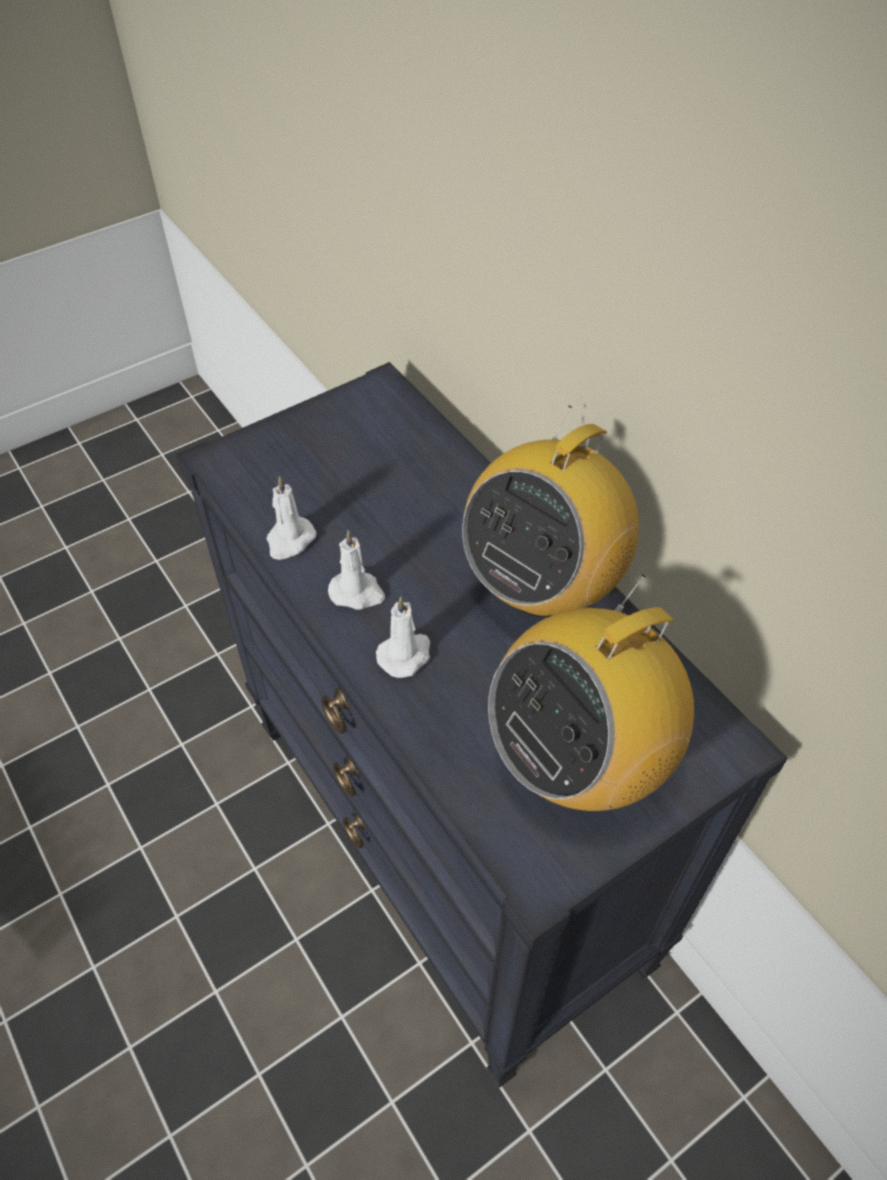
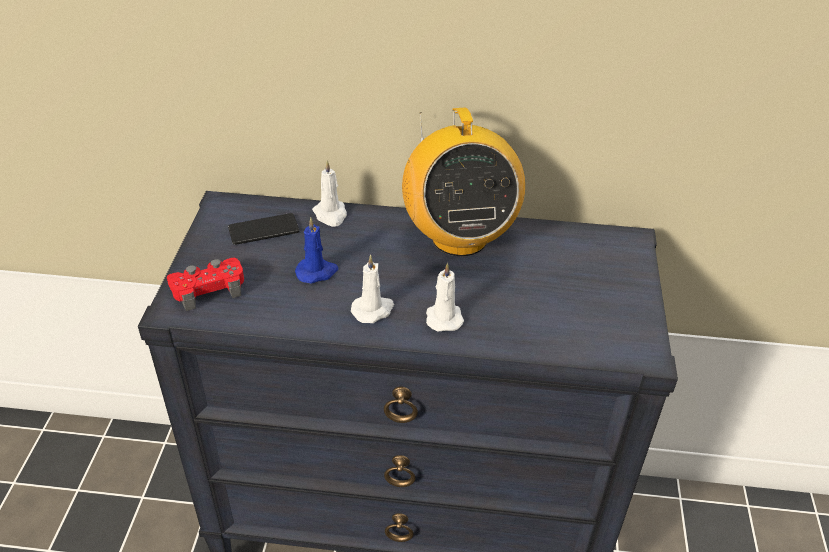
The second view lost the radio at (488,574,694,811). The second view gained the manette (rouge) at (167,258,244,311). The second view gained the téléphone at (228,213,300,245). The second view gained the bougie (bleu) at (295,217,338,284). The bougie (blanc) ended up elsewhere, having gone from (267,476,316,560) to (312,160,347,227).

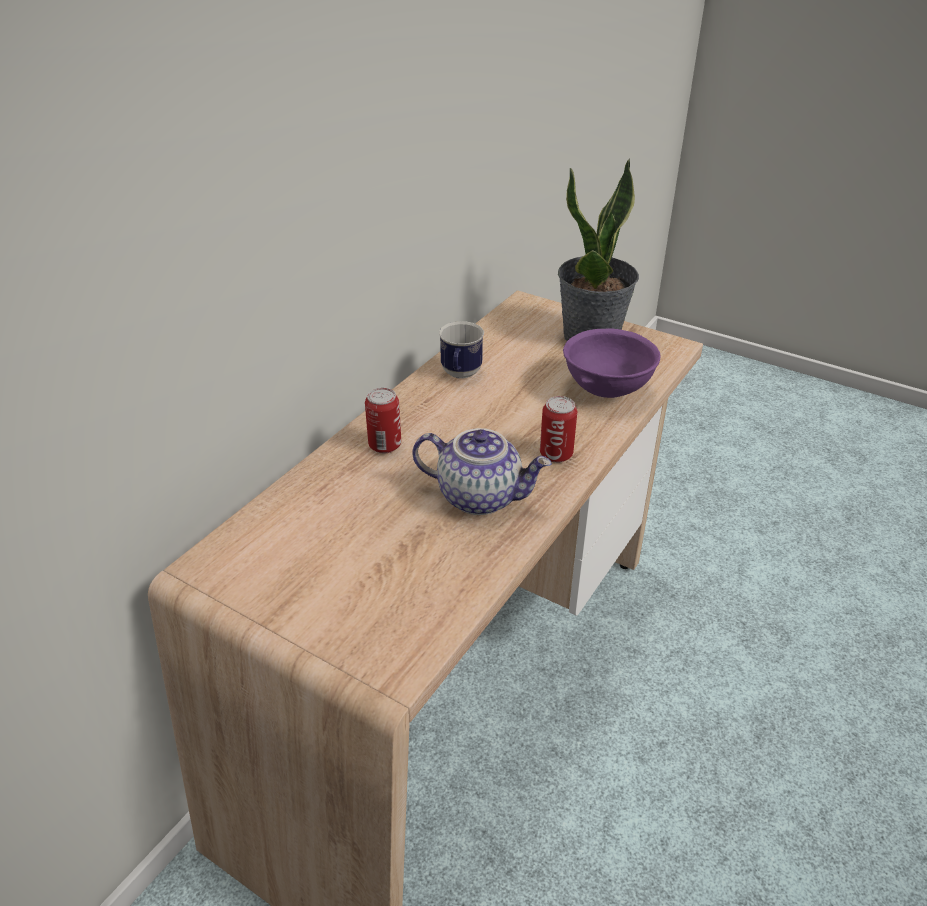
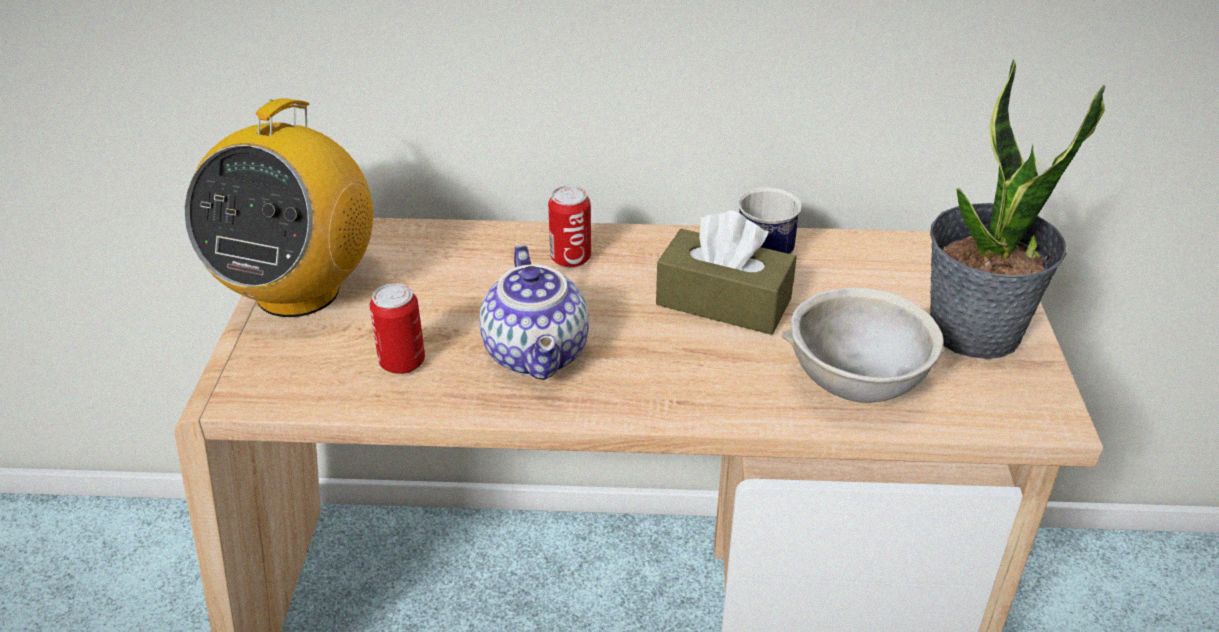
The second view gained the radio at (184,98,373,317). The second view gained the boîte à mouchoirs (marron) at (656,211,796,335). The boîte métallique ended up elsewhere, having gone from (540,396,577,463) to (369,283,425,374). What was the bol (violet) at (563,328,660,398) turned into the bol (gris) at (782,287,945,403).

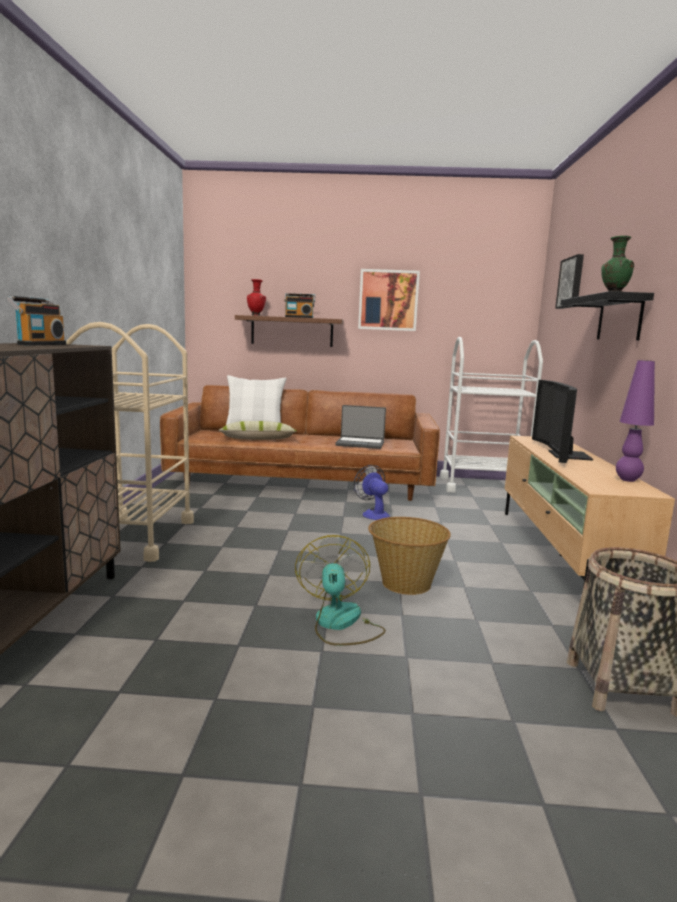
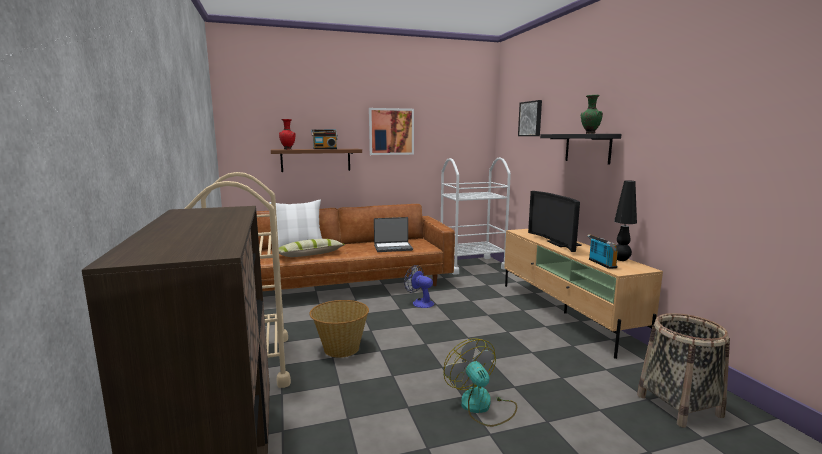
The radio ended up elsewhere, having gone from (7,296,66,345) to (587,234,618,269). The panier ended up elsewhere, having gone from (368,517,451,595) to (310,300,369,358). What was the lampe de table (violet) at (616,360,655,482) turned into the lampe de table (noir) at (614,180,637,261).

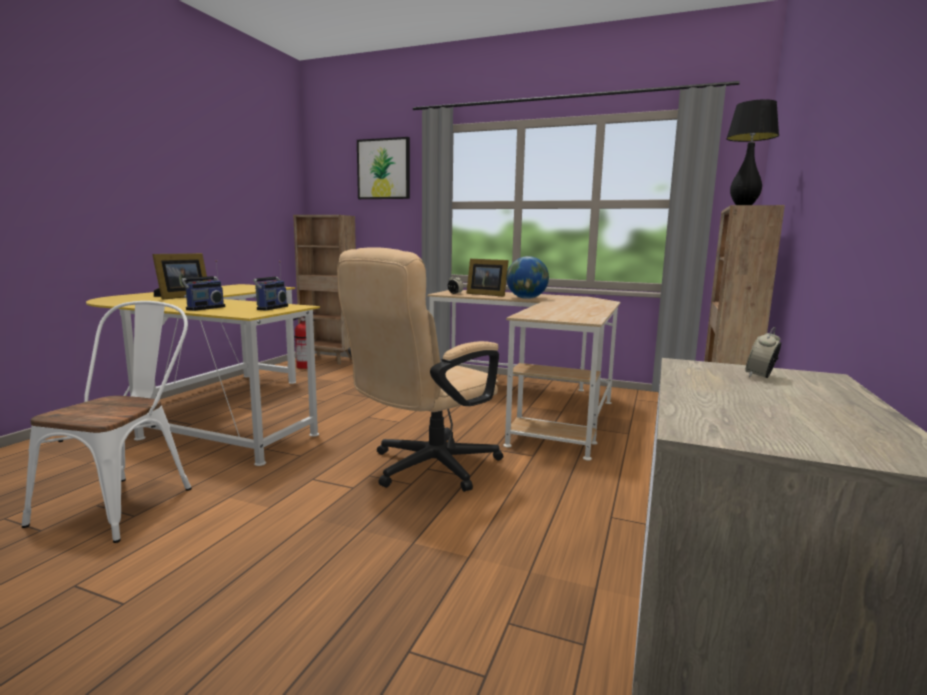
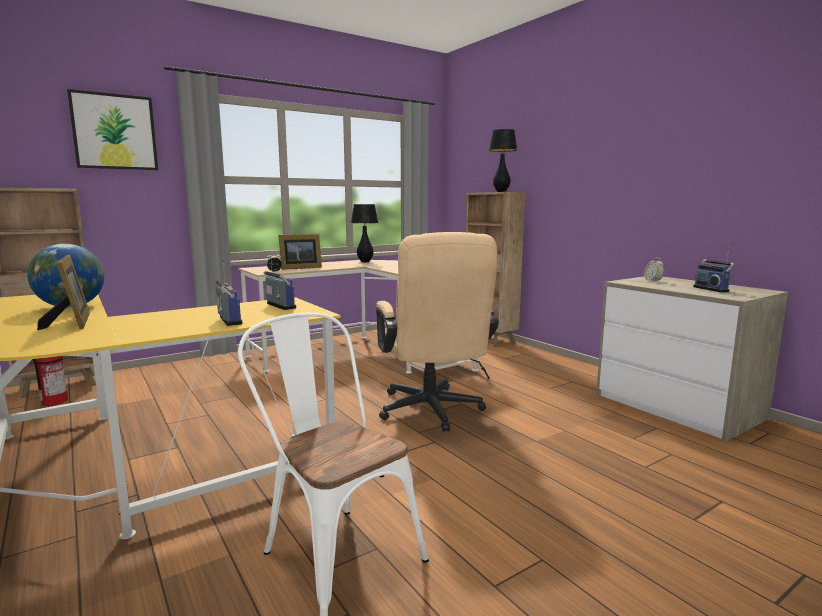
The second view gained the lampe de table (noir) at (351,204,378,262). The second view gained the radio at (693,247,734,292). The globe ended up elsewhere, having gone from (506,256,549,299) to (27,244,104,308).

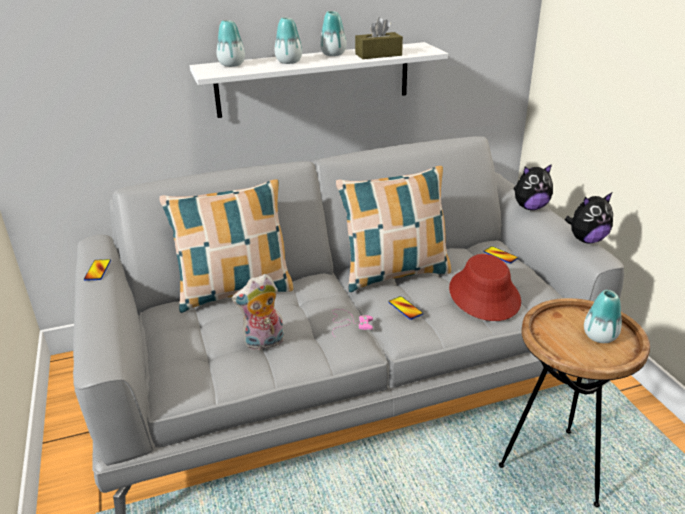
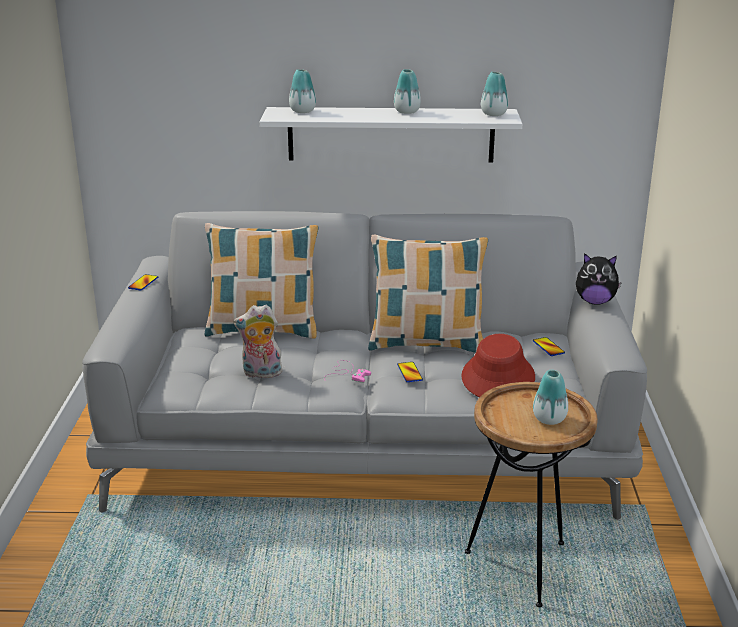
The second view lost the boîte à mouchoirs (marron) at (355,17,403,59). The second view lost the peluche at (565,193,613,244). The vase ended up elsewhere, having gone from (275,18,302,64) to (481,72,508,116).

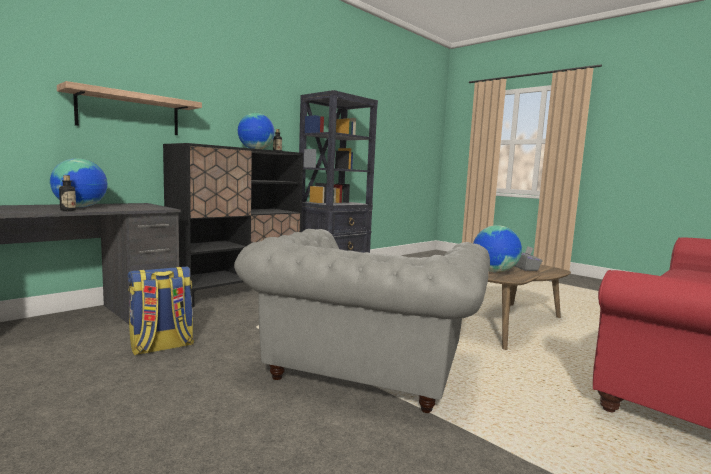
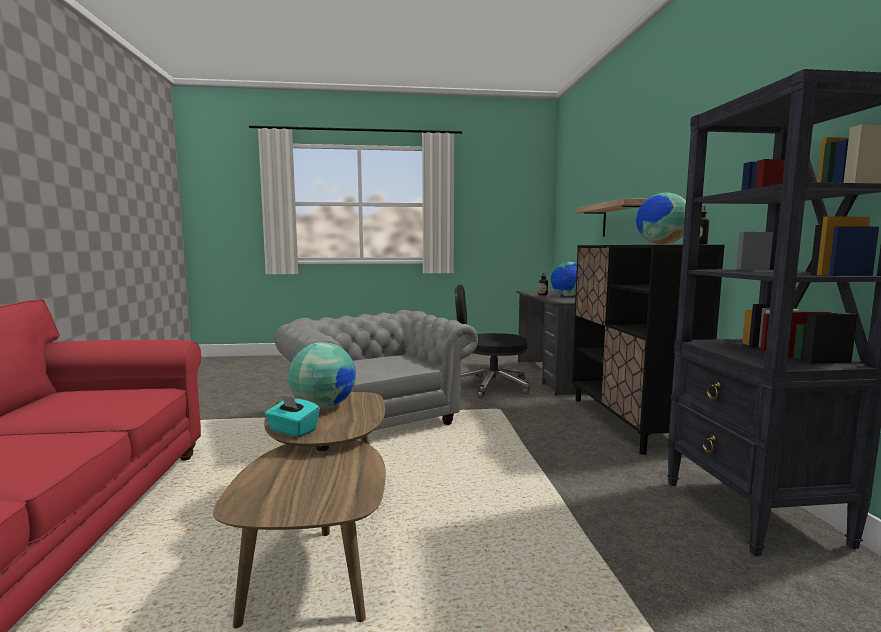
Where the sac à dos stood at (128,266,194,356), the chaise de bureau (noir) came to stand at (455,285,530,398). What was the boîte à mouchoirs (gris) at (515,247,542,271) turned into the boîte à mouchoirs (turquoise) at (265,395,320,437).

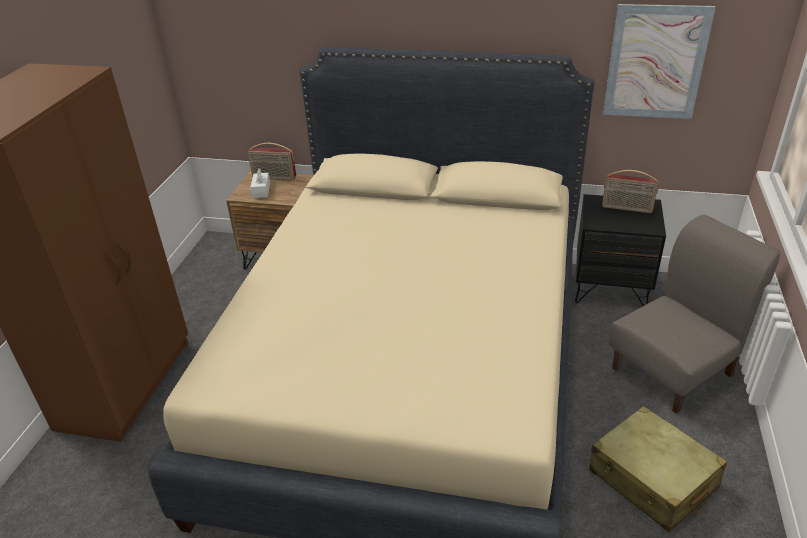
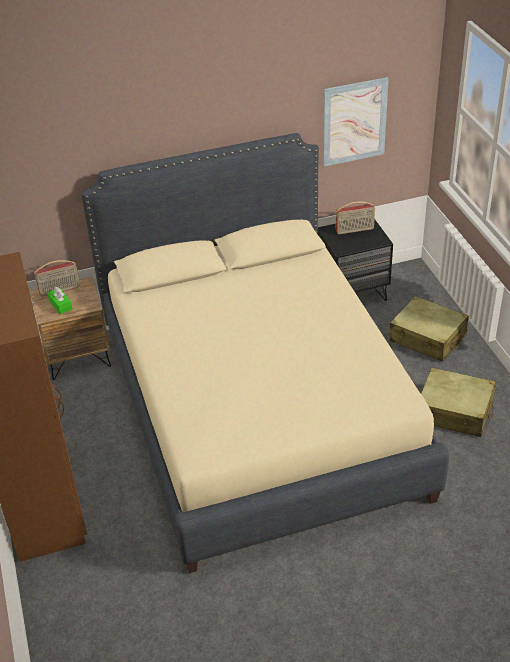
Where the chaise (gris) stood at (609,215,780,414), the valise (beige) came to stand at (390,296,469,362). What was the boîte à mouchoirs (blanc) at (250,168,270,198) turned into the boîte à mouchoirs (vert) at (47,287,72,314).

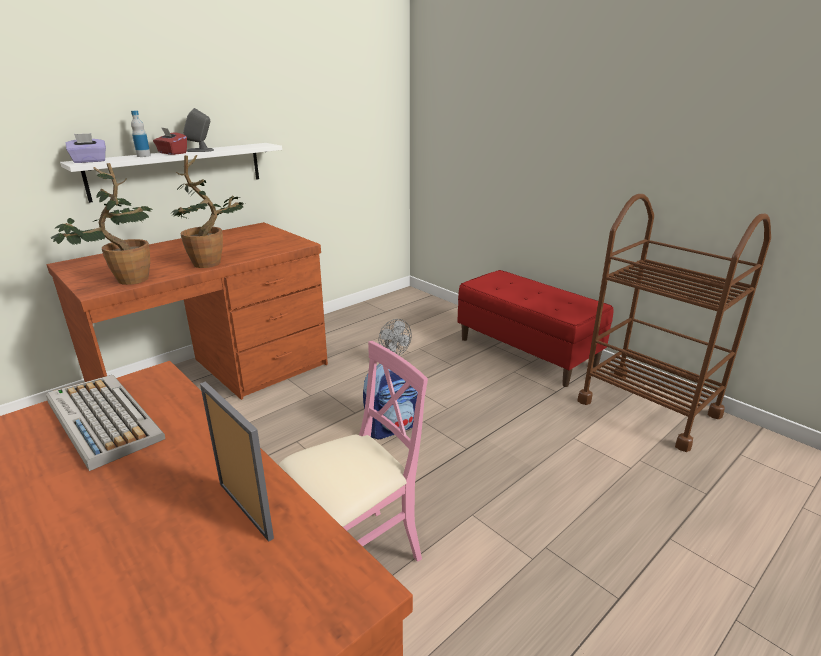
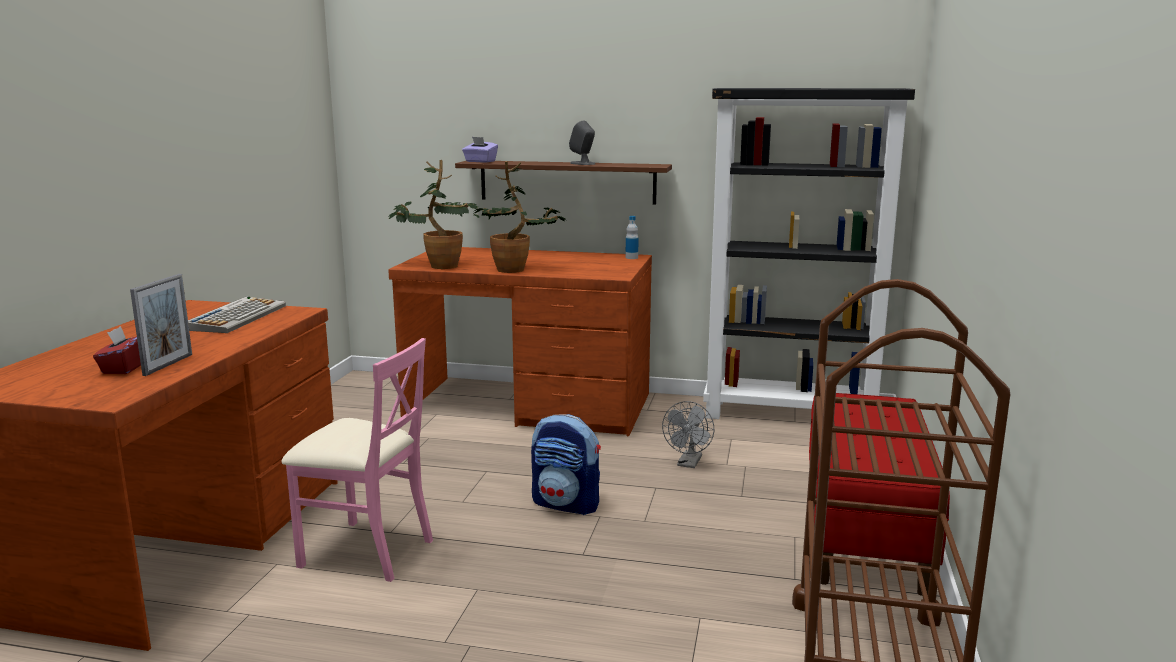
The second view gained the bibliothèque (noir) at (703,88,915,419). The bouteille ended up elsewhere, having gone from (131,111,151,157) to (626,216,639,259). The boîte à mouchoirs (rouge) ended up elsewhere, having gone from (153,127,187,155) to (93,326,141,374). What was the étagère (blanc) at (60,143,282,203) turned into the étagère (marron) at (455,161,672,205).

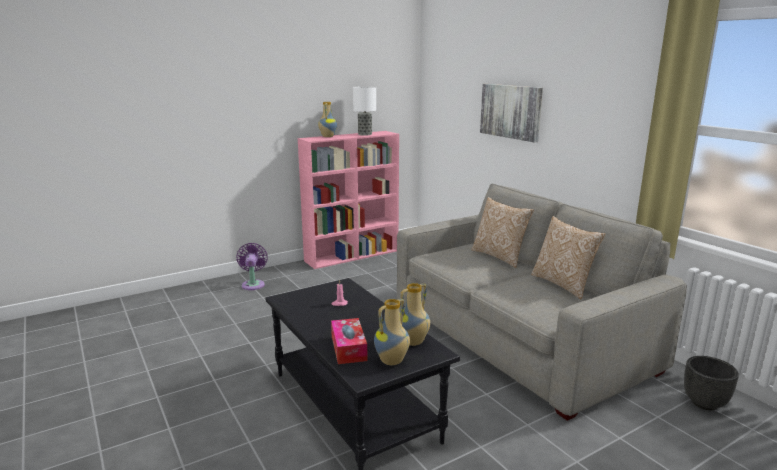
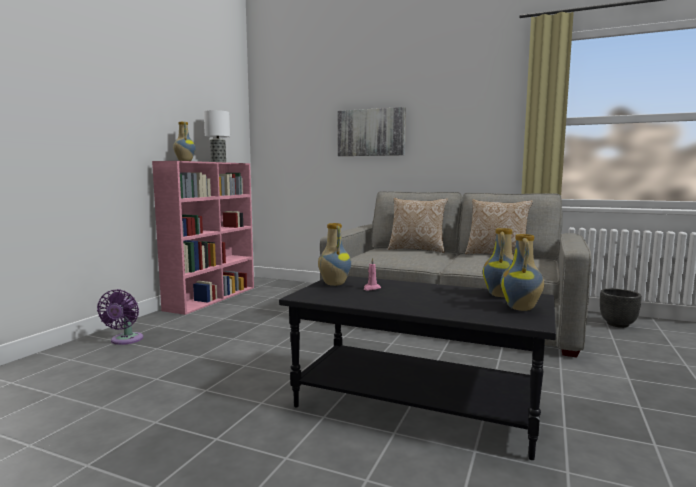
The second view lost the boîte à mouchoirs at (331,318,368,364). The second view gained the vase at (318,223,351,286). The ventilateur (violet) at (237,243,268,290) ended up facing another way, 135 degrees counterclockwise from before.

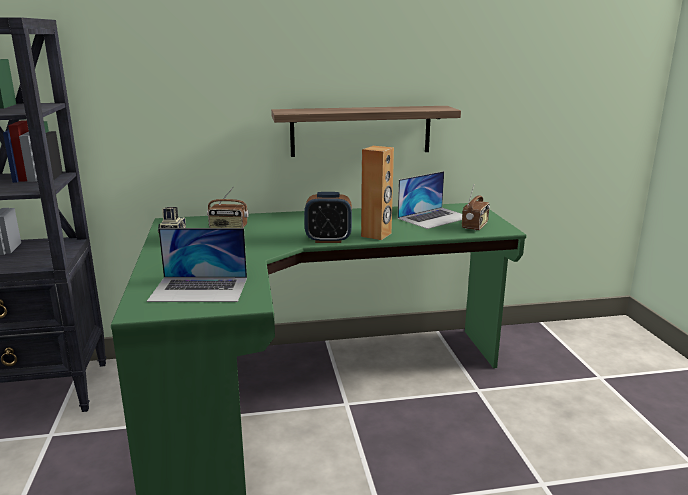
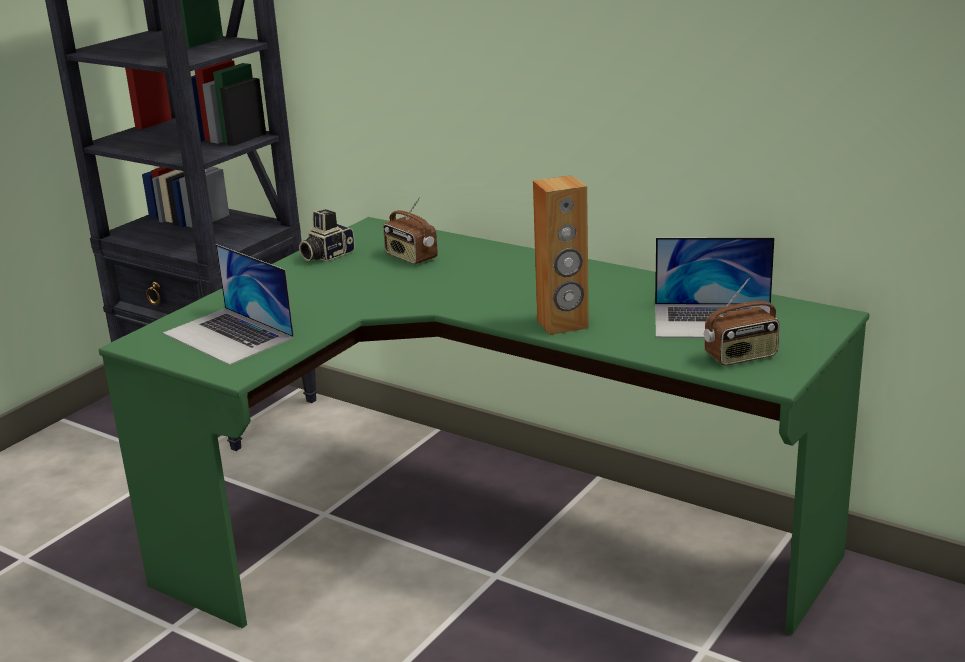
The second view lost the étagère at (271,106,461,157). The second view lost the réveil at (304,192,352,243).

